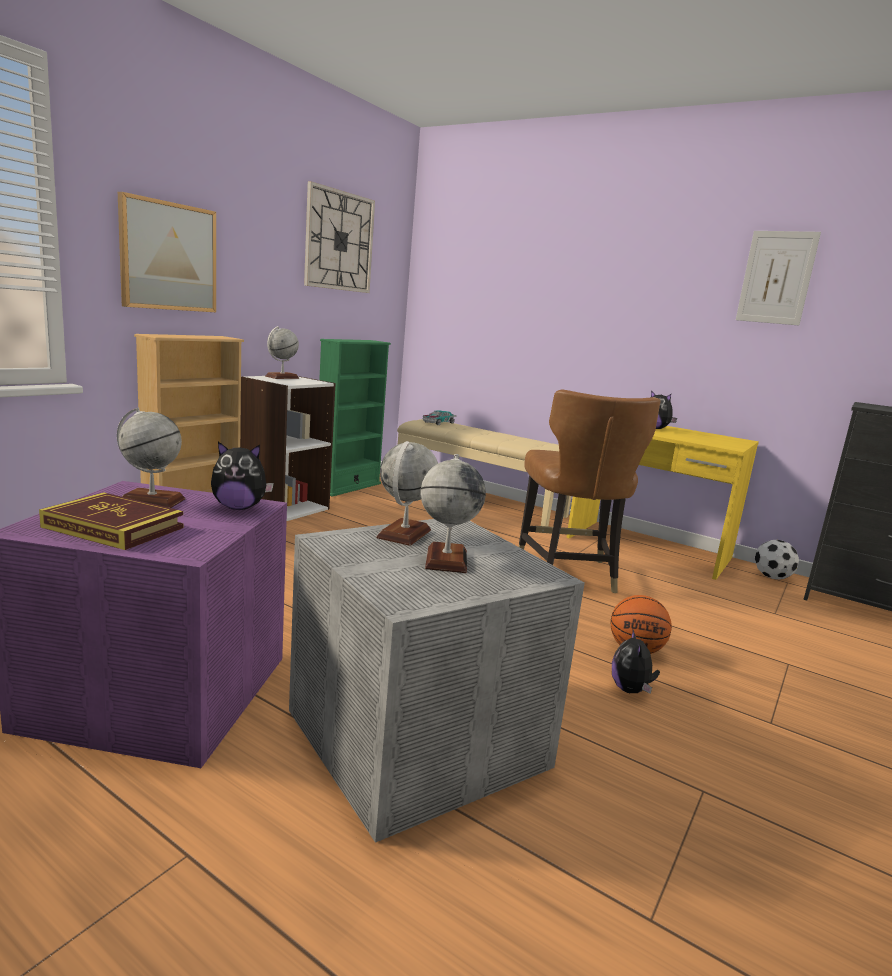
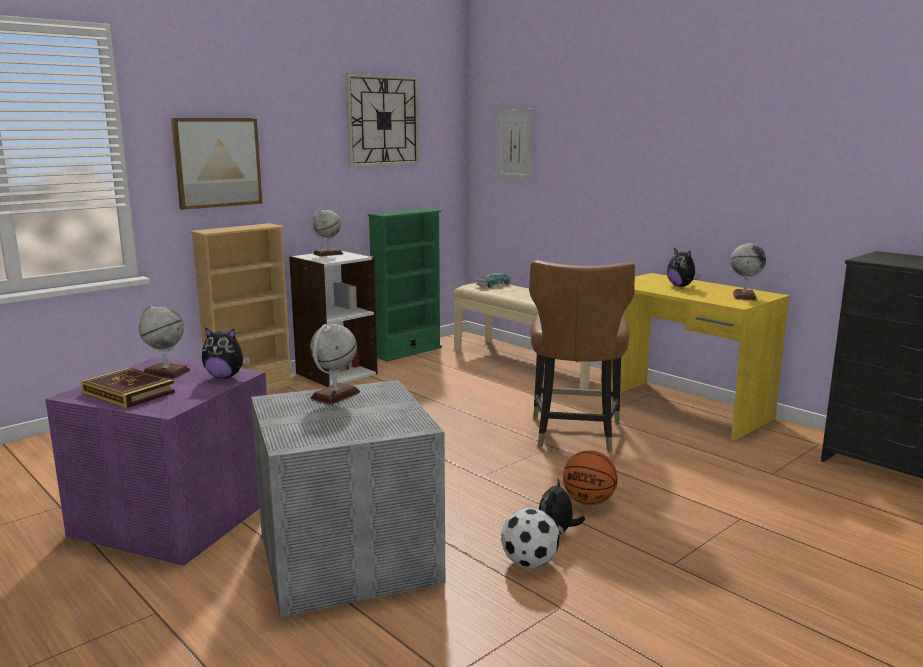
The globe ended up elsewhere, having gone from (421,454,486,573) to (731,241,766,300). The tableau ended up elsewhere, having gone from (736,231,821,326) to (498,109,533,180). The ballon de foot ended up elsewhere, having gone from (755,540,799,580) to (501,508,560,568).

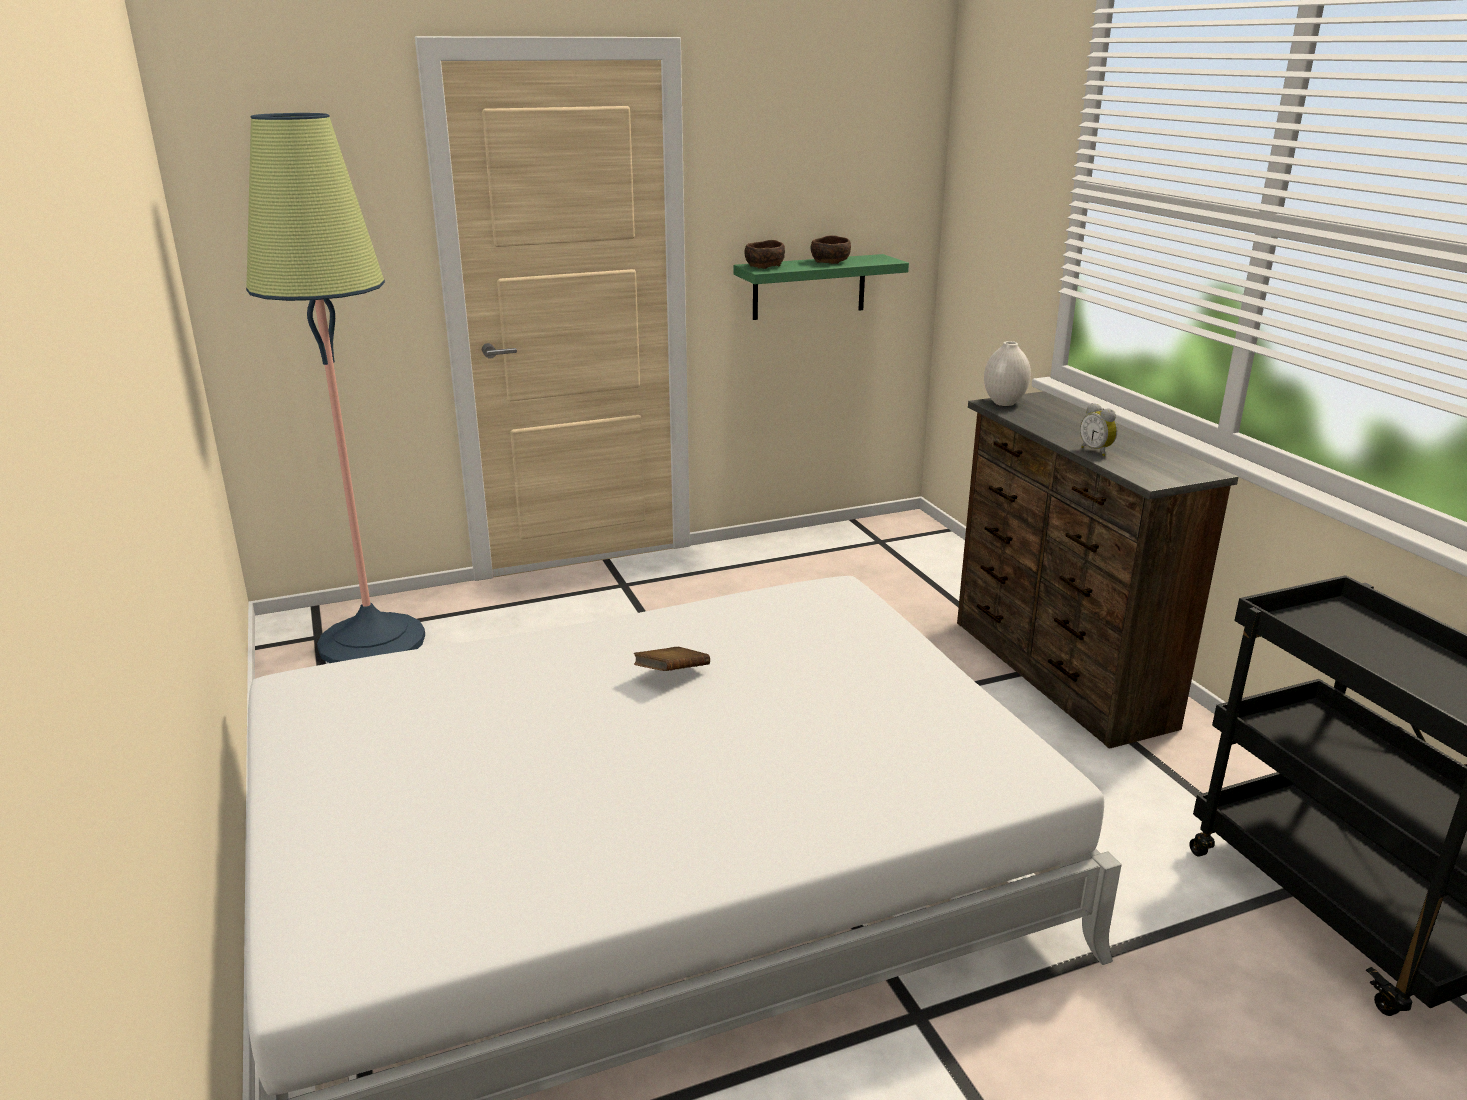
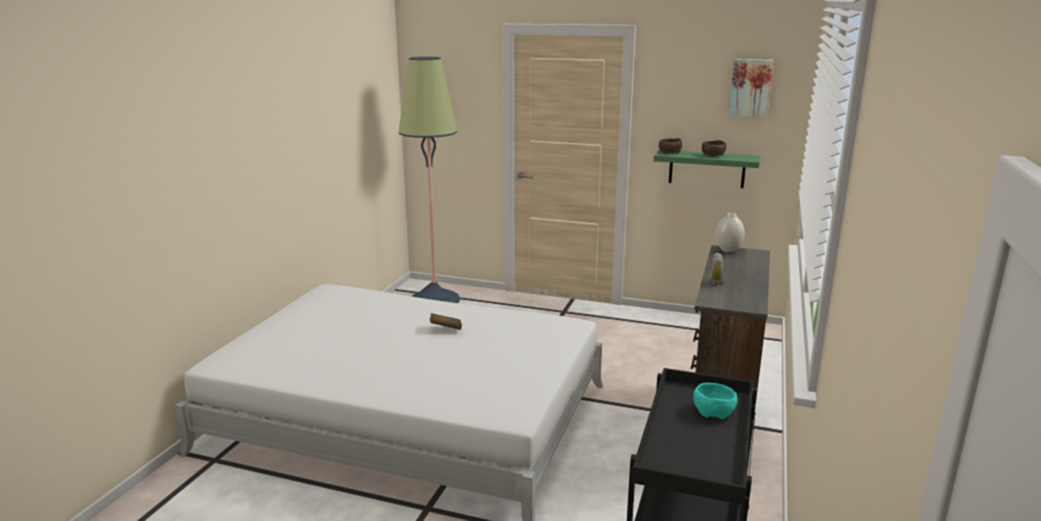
The second view gained the bol (turquoise) at (693,383,738,419). The second view gained the tableau at (729,59,773,117).

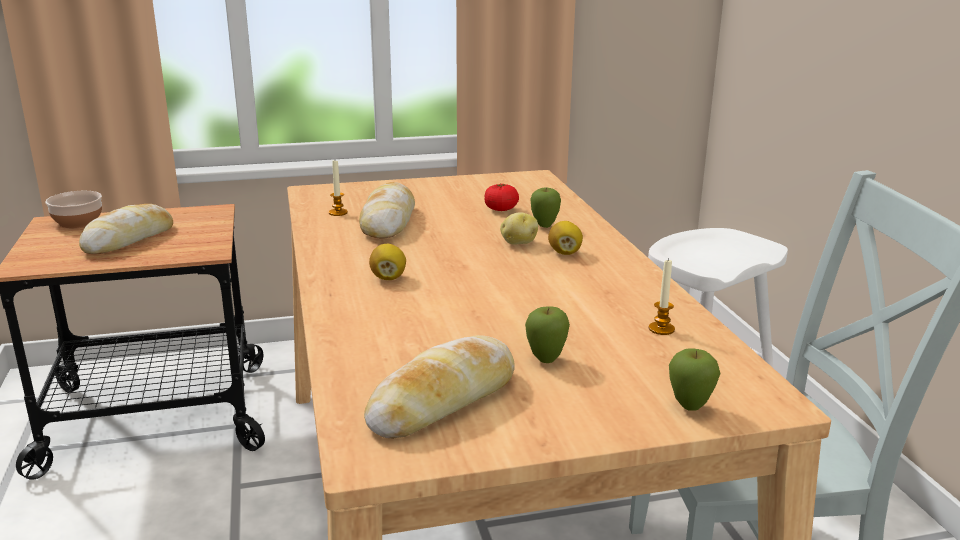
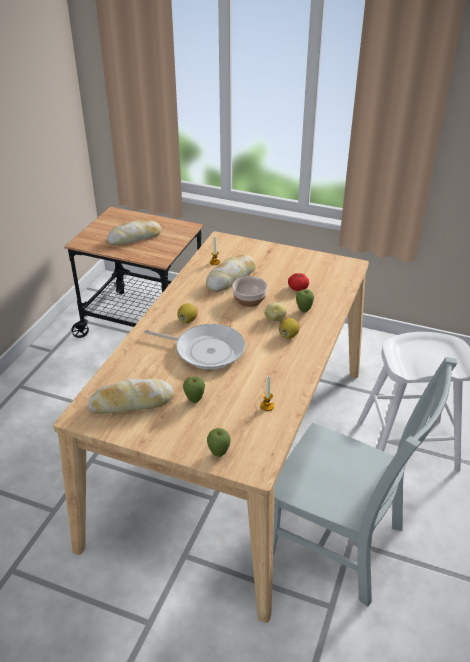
The second view gained the poêle at (144,324,245,369). The bol ended up elsewhere, having gone from (45,191,102,228) to (232,276,268,307).

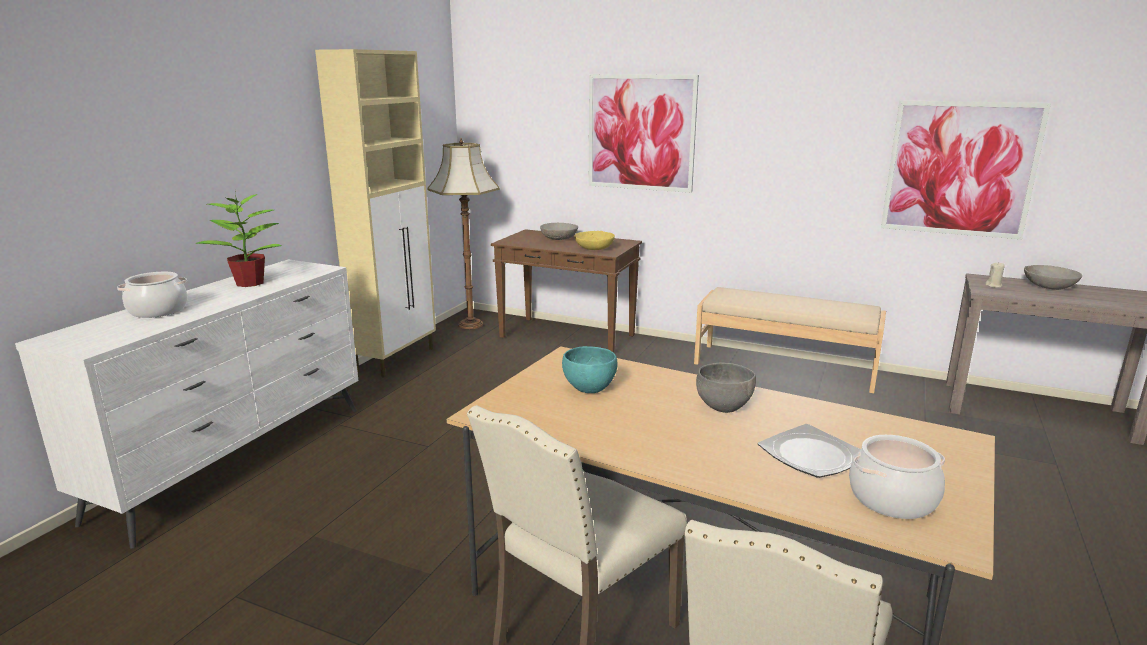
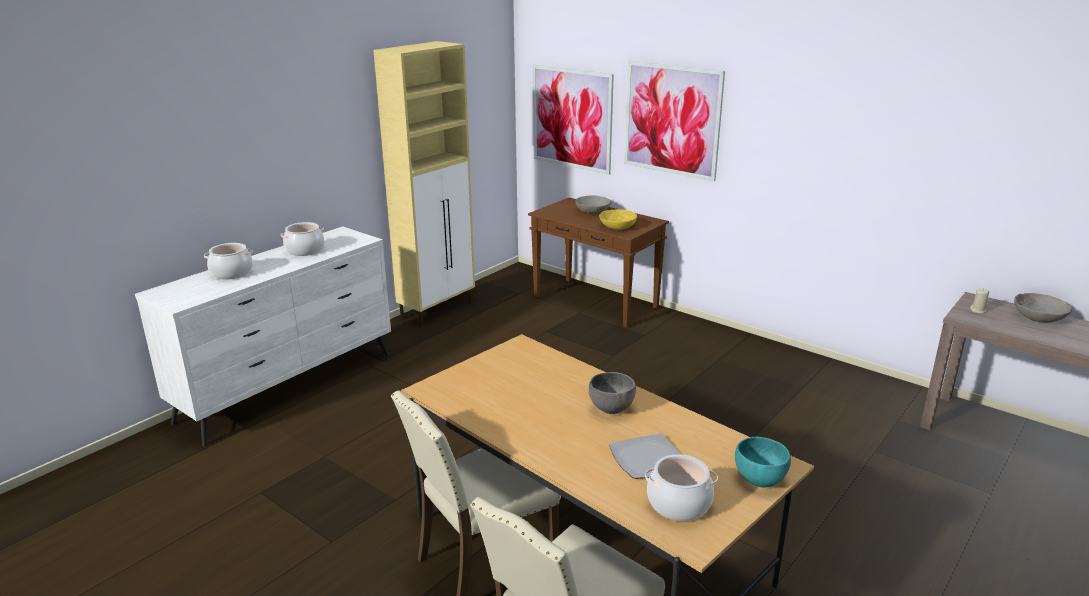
The second view lost the lampadaire at (427,138,500,329). The second view lost the banc (beige) at (694,287,886,393). The bol (turquoise) ended up elsewhere, having gone from (562,346,617,393) to (735,437,791,487). The tableau ended up elsewhere, having gone from (881,100,1051,239) to (533,65,614,175). Where the plante en pot stood at (196,190,282,287), the marmite came to stand at (281,222,324,256).

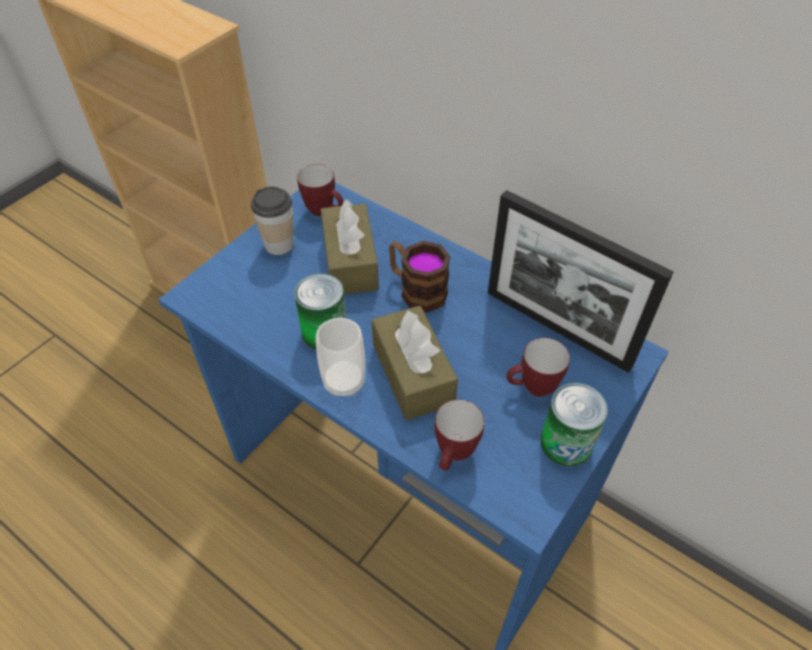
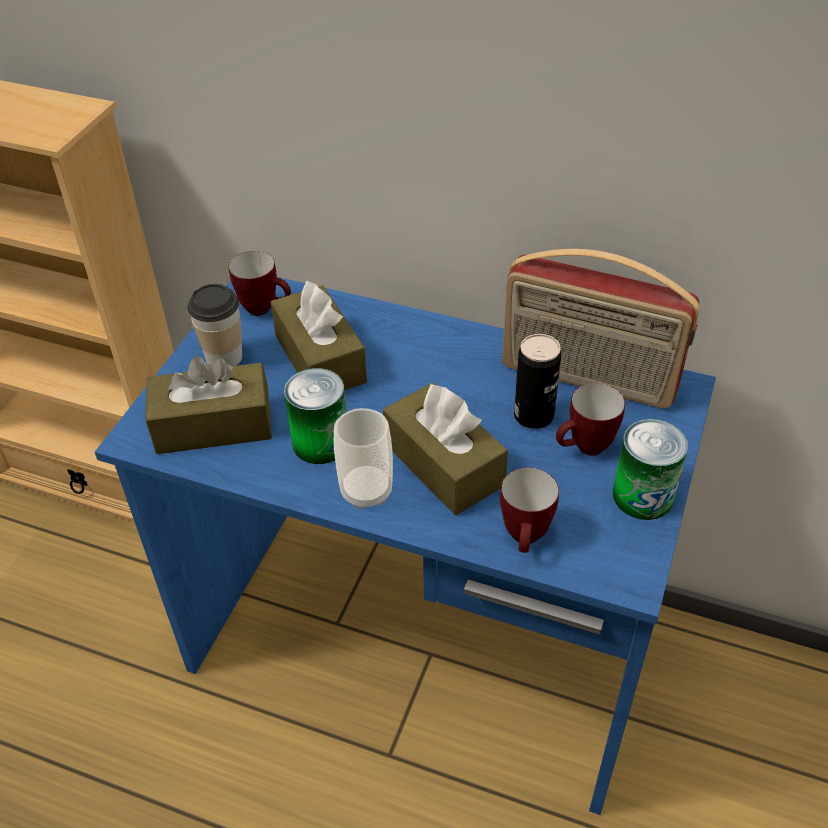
The second view lost the mug at (389,241,451,313). The second view gained the boîte à mouchoirs (marron) at (146,356,272,454). The second view gained the boîte métallique at (514,334,561,429). Where the cadre photo stood at (488,190,674,373), the radio came to stand at (502,249,700,409).

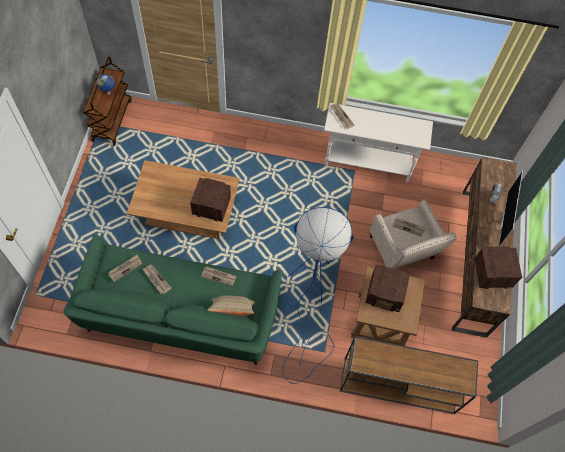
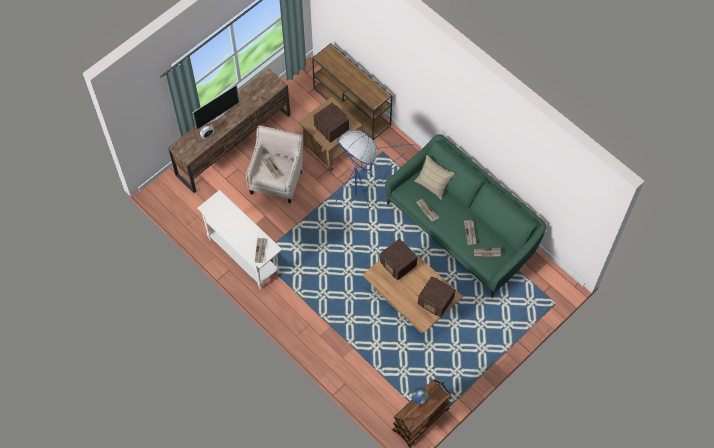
The radio ended up elsewhere, having gone from (474,246,522,289) to (418,276,455,317).

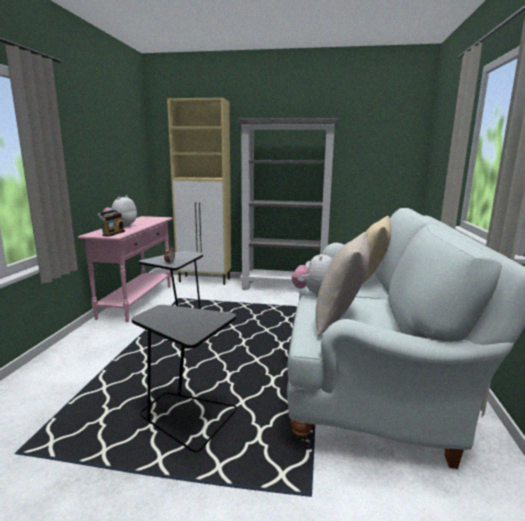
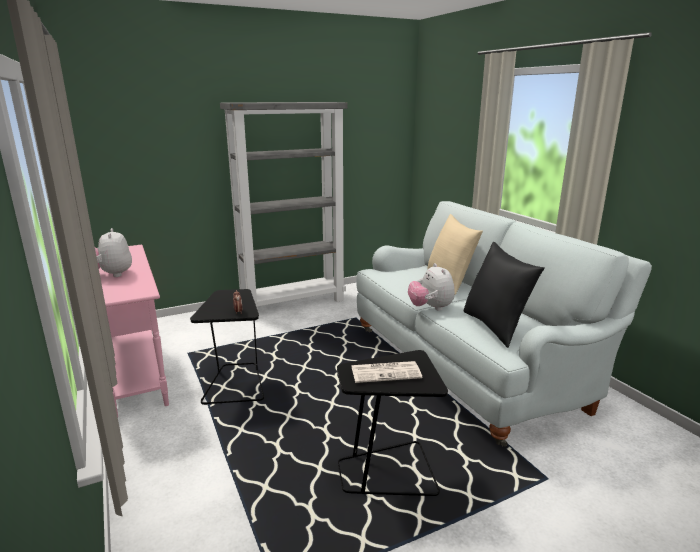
The second view lost the radio at (97,210,125,237). The second view lost the meuble de rangement (beige) at (167,97,231,285). The second view gained the journal at (351,361,422,383). What was the coussin (beige) at (315,232,370,336) turned into the coussin (noir) at (463,242,545,348).

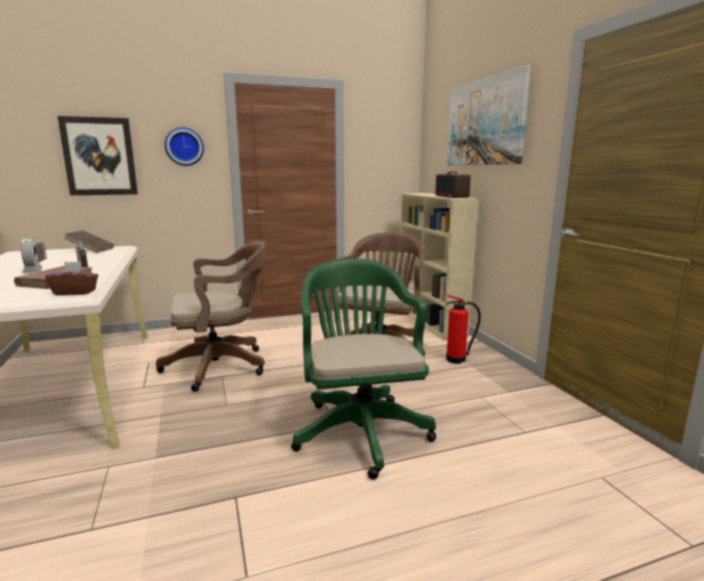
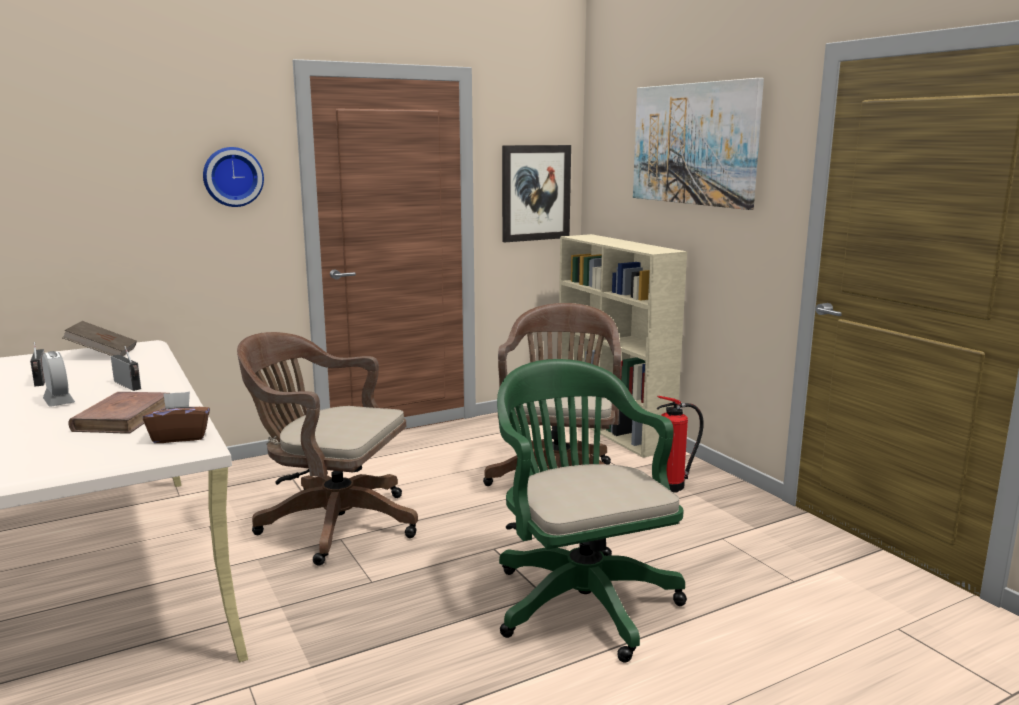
The second view lost the radio at (435,171,471,198). The tableau ended up elsewhere, having gone from (57,116,138,195) to (502,145,571,242). The chaise de bureau (marron) at (156,241,266,392) ended up facing another way, 135 degrees counterclockwise from before.

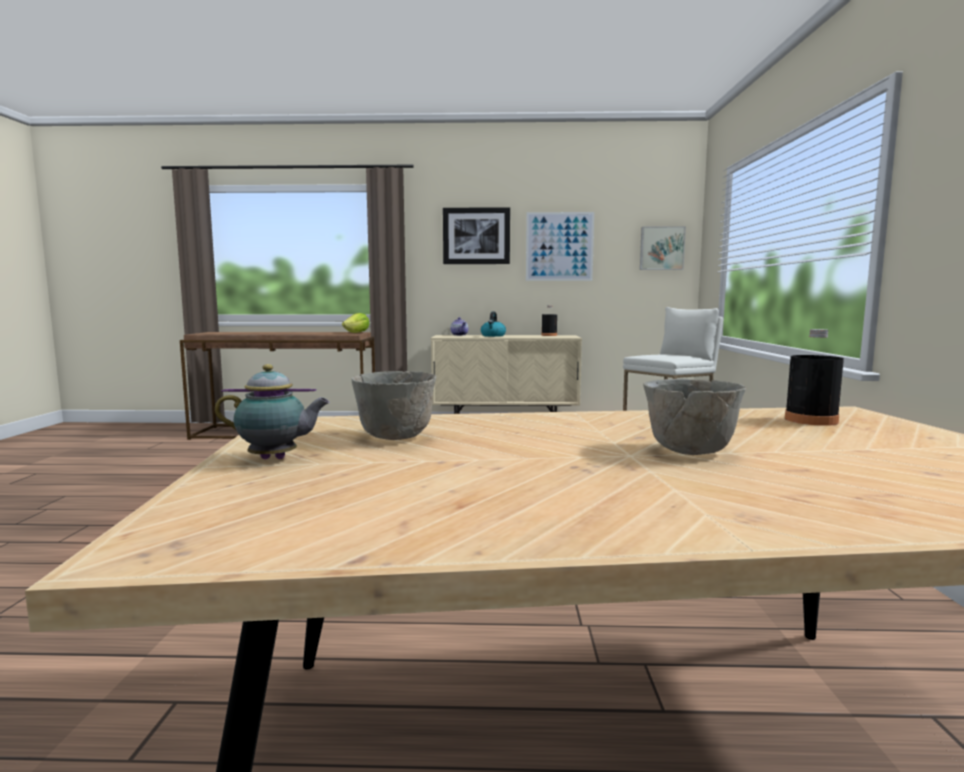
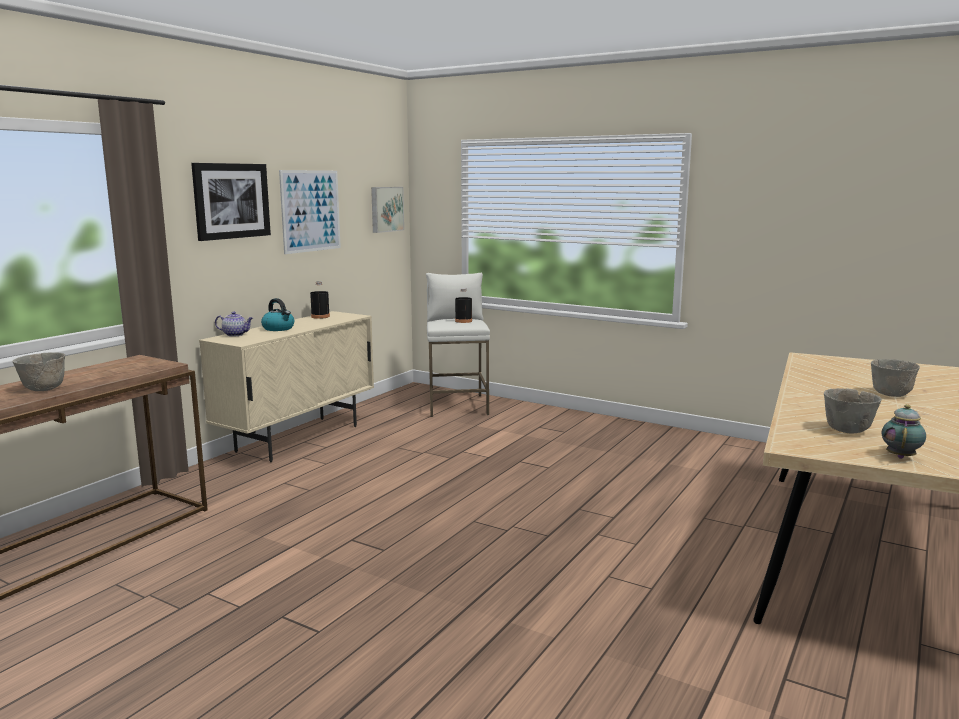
The second view lost the laitue at (342,313,370,333). The second view gained the bol (gris) at (12,352,65,391). The bouteille (noir) ended up elsewhere, having gone from (785,329,844,426) to (455,288,472,323).

